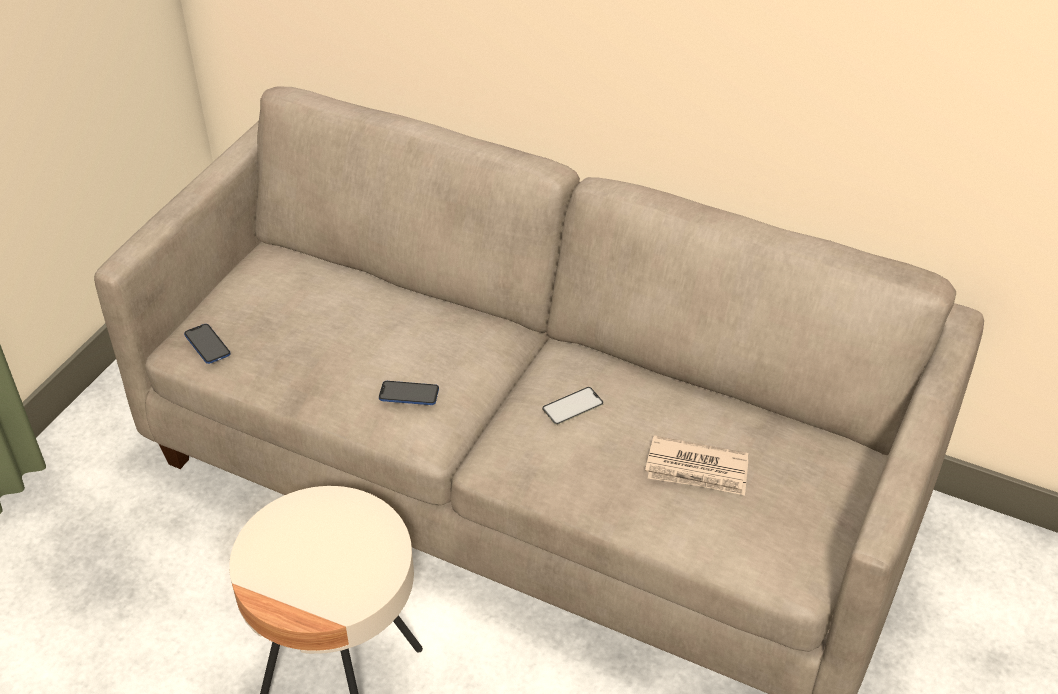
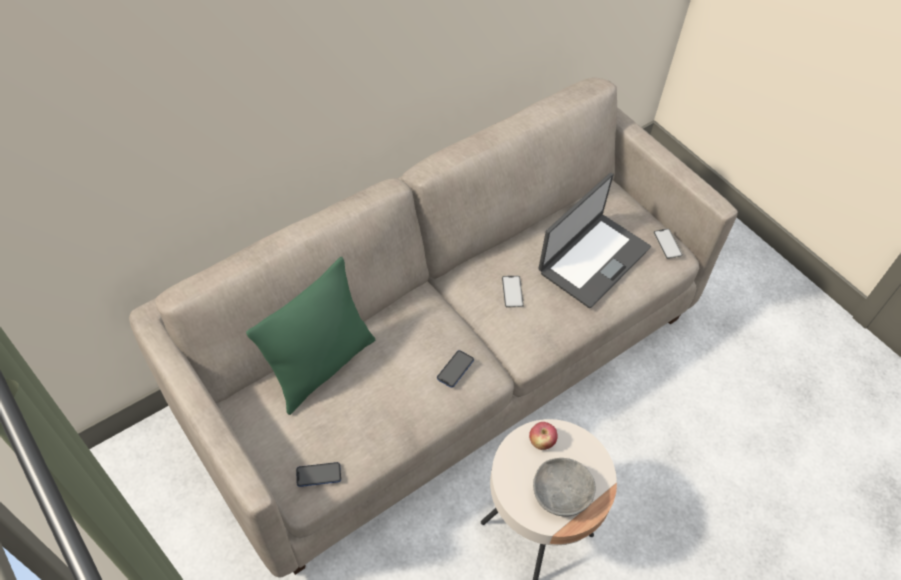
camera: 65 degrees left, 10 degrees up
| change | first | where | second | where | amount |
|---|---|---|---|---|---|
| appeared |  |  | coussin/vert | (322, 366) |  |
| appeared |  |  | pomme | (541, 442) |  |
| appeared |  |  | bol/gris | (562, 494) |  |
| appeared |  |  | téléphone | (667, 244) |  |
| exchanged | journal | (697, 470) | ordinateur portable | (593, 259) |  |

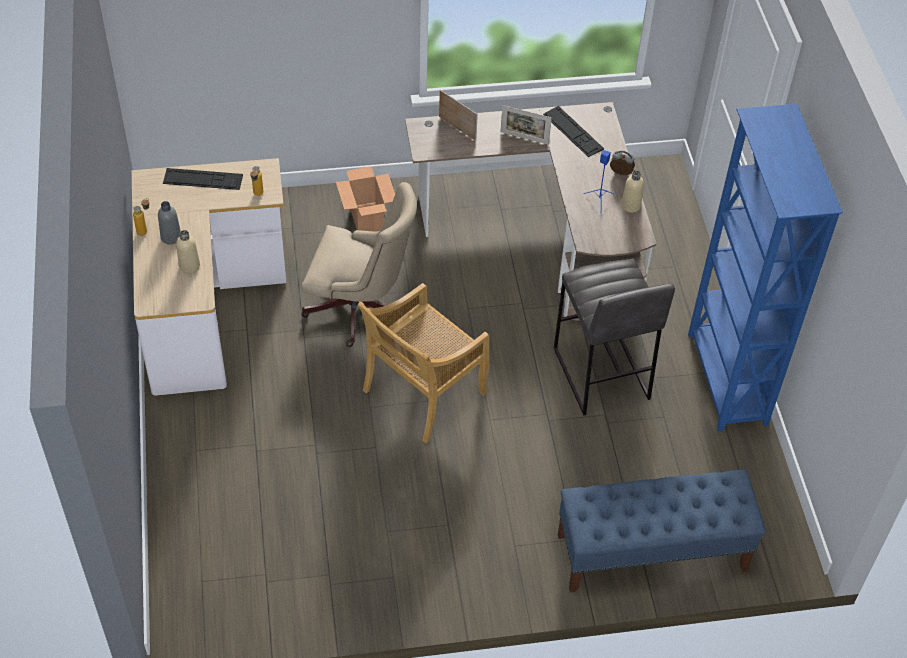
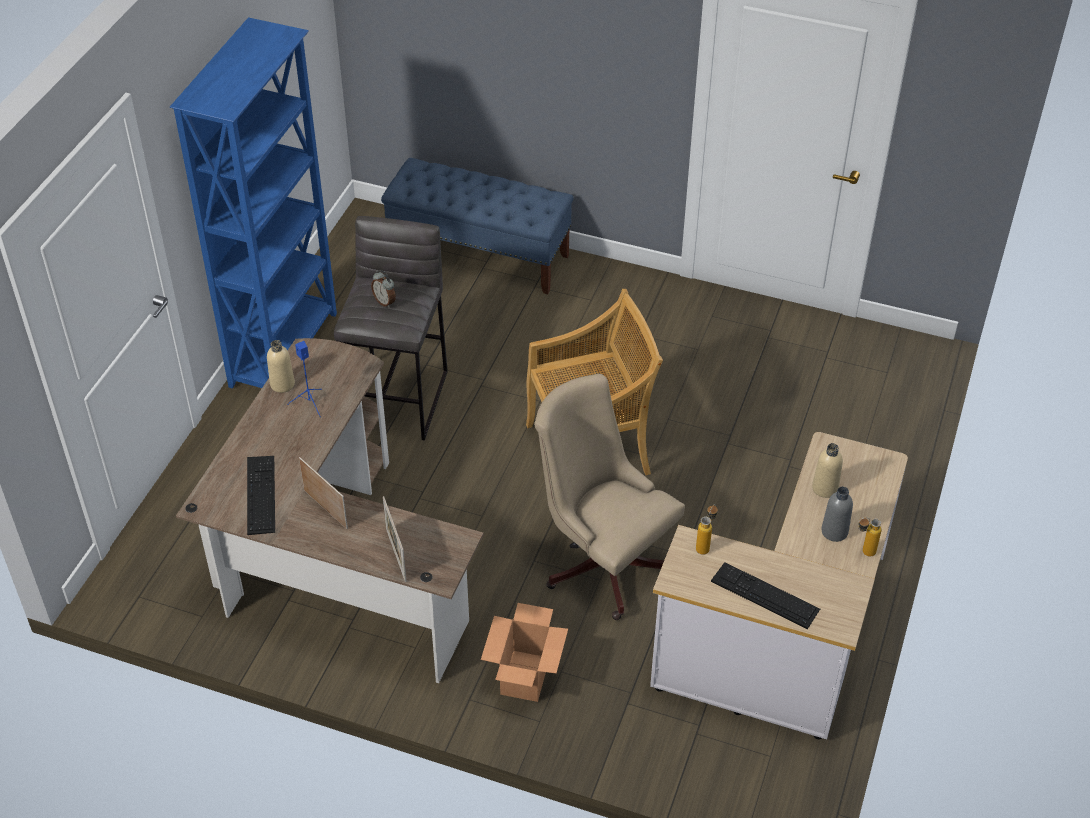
camera: 150 degrees left, 5 degrees down
| change | first | where | second | where | amount |
|---|---|---|---|---|---|
| relocated | réveil | (620, 174) |  | (385, 302) |  |

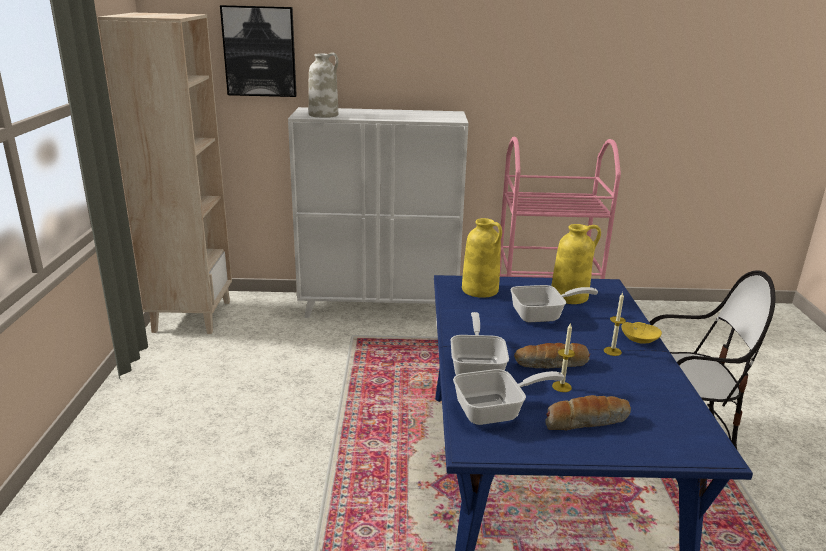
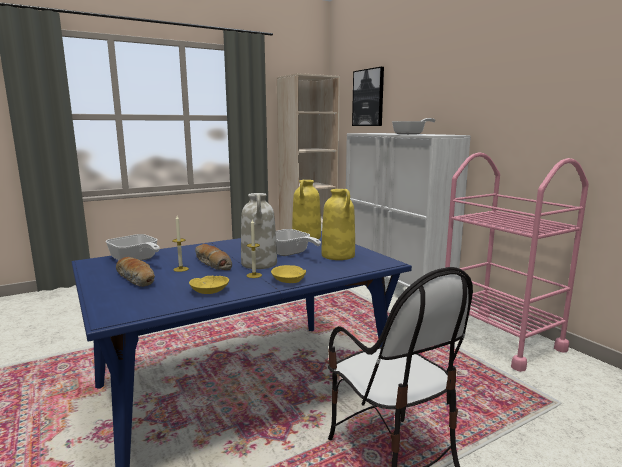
camera: 60 degrees right, 10 degrees down
| change | first | where | second | where | amount |
|---|---|---|---|---|---|
| appeared |  |  | bol/jaune | (209, 291) |  |
| relocated | vase/blanc | (324, 115) |  | (259, 264) |  |
| relocated | poêle | (477, 366) |  | (411, 134) |  |

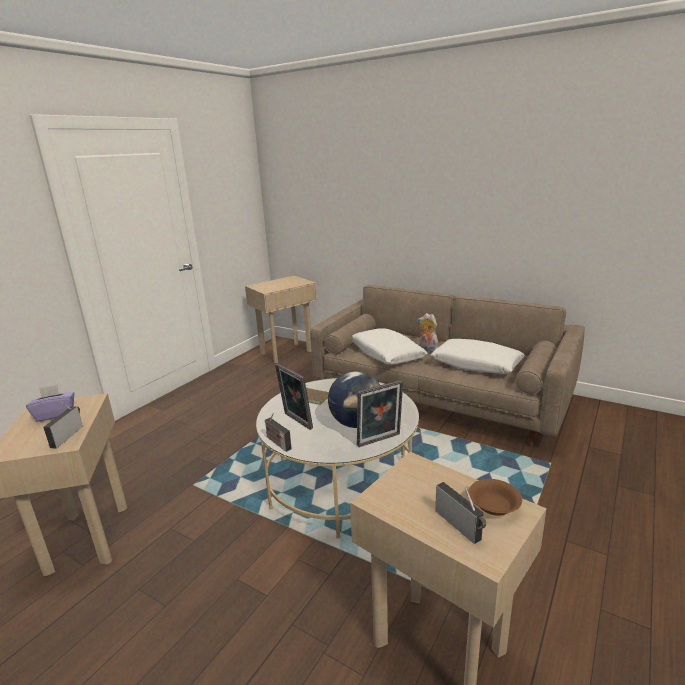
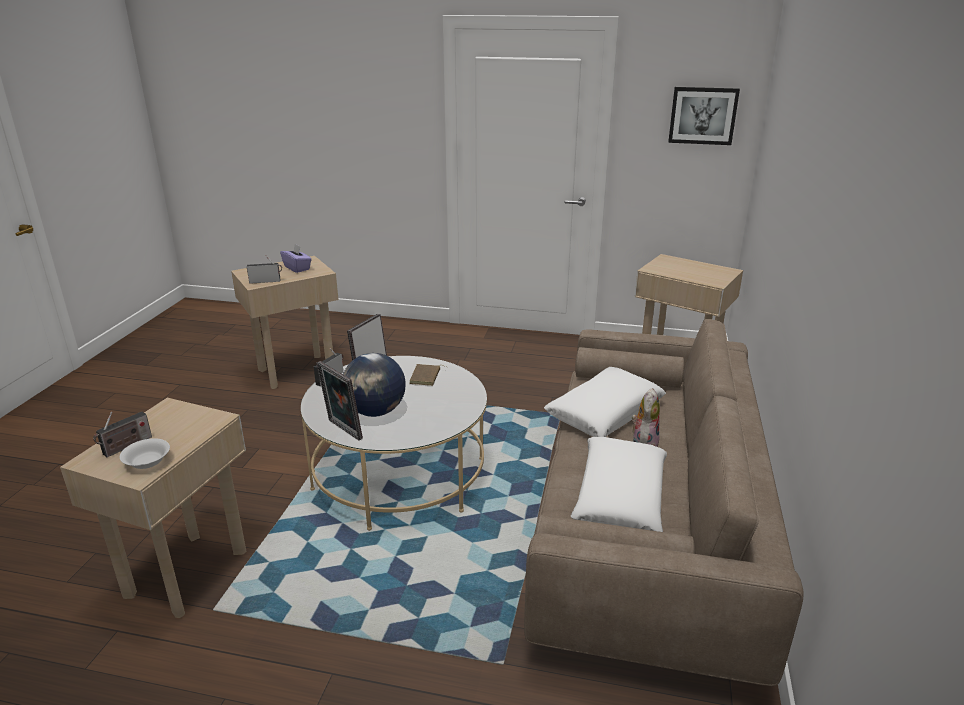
camera: 70 degrees right, 5 degrees up
| change | first | where | second | where | amount |
|---|---|---|---|---|---|
| appeared |  |  | tableau | (703, 115) |  |
| colour | bol/marron | (493, 506) | bol/blanc | (148, 462) |  |

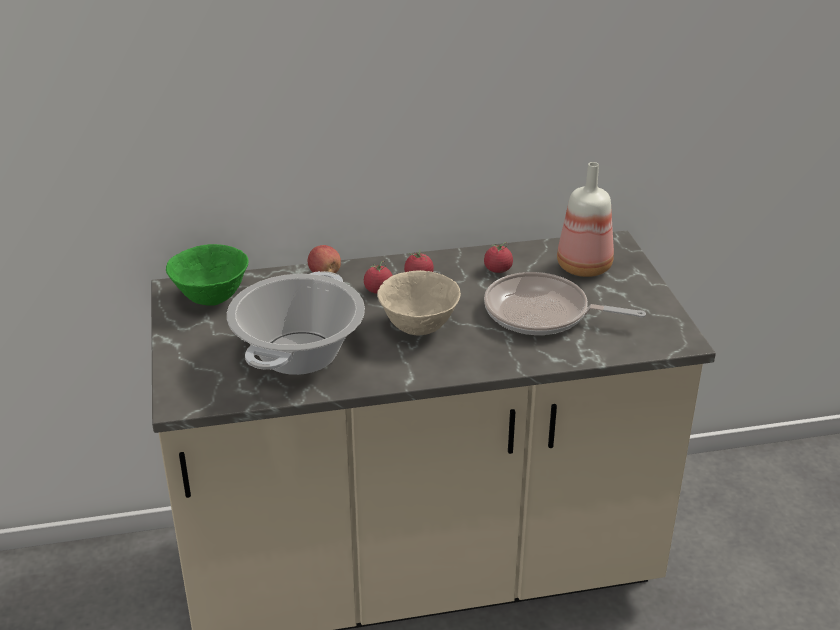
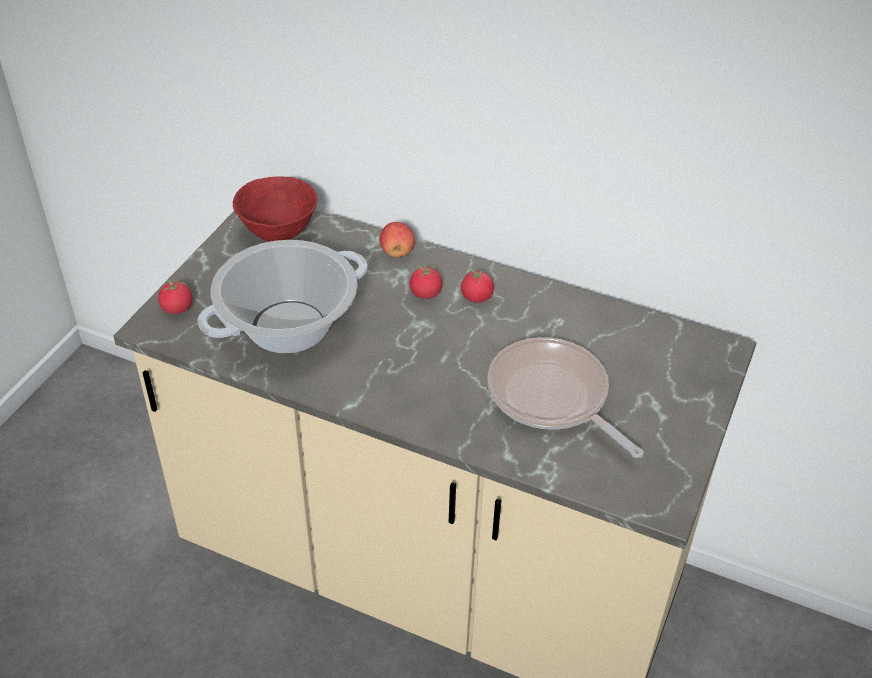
camera: 35 degrees right, 10 degrees up
| change | first | where | second | where | amount |
|---|---|---|---|---|---|
| missing | bol/beige | (419, 327) |  |  |  |
| missing | bouteille | (586, 267) |  |  |  |
| relocated | tomate | (498, 270) |  | (177, 308) |  |
| colour | bol/vert | (210, 298) | bol/rouge | (278, 232) |  |

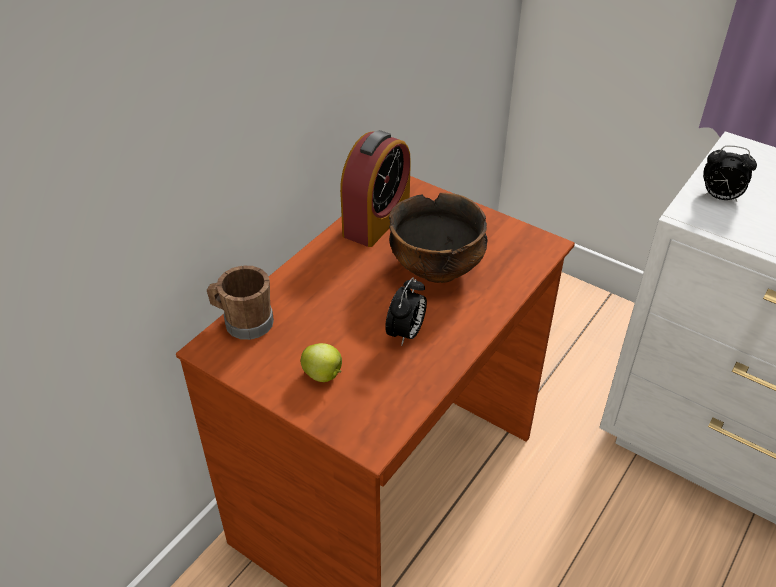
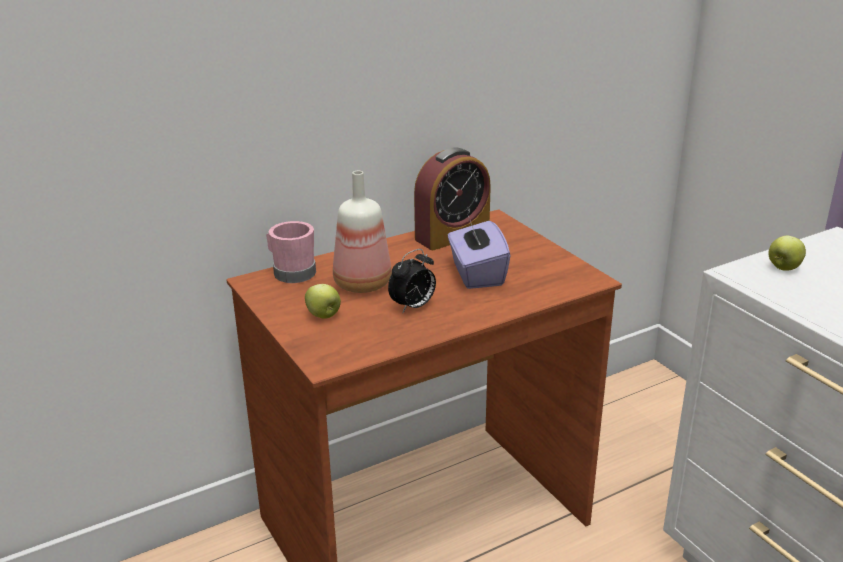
camera: 25 degrees right, 15 degrees down
| change | first | where | second | where | amount |
|---|---|---|---|---|---|
| appeared |  |  | bouteille | (360, 284) |  |
| exchanged | bol | (437, 268) | boîte à mouchoirs/violet | (476, 274) |  |
| exchanged | réveil | (719, 197) | pomme | (783, 268) |  |
| colour | mug/marron | (243, 322) | mug/rose | (291, 272) |  |

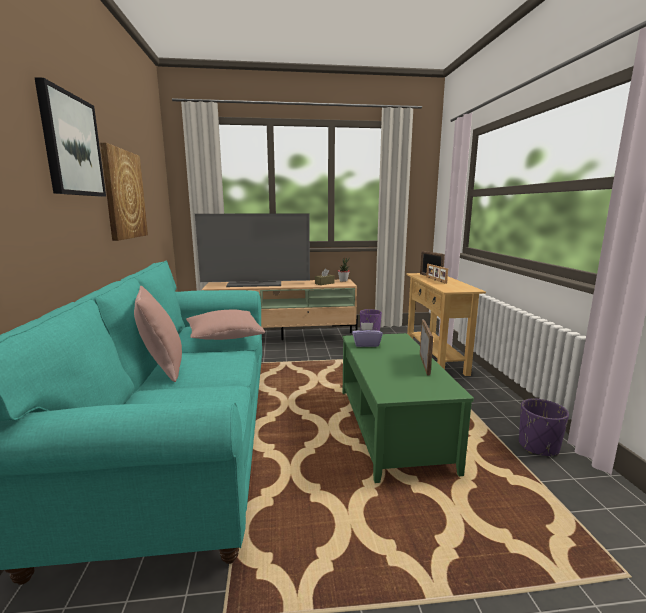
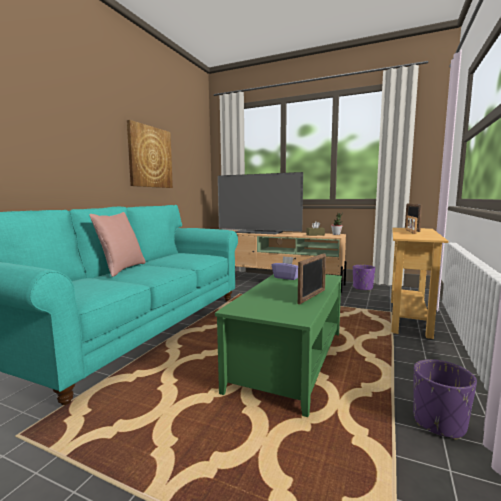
camera: 30 degrees right, 5 degrees down
| change | first | where | second | where | amount |
|---|---|---|---|---|---|
| missing | tableau | (71, 145) |  |  |  |
| missing | coussin/rose | (224, 336) |  |  |  |

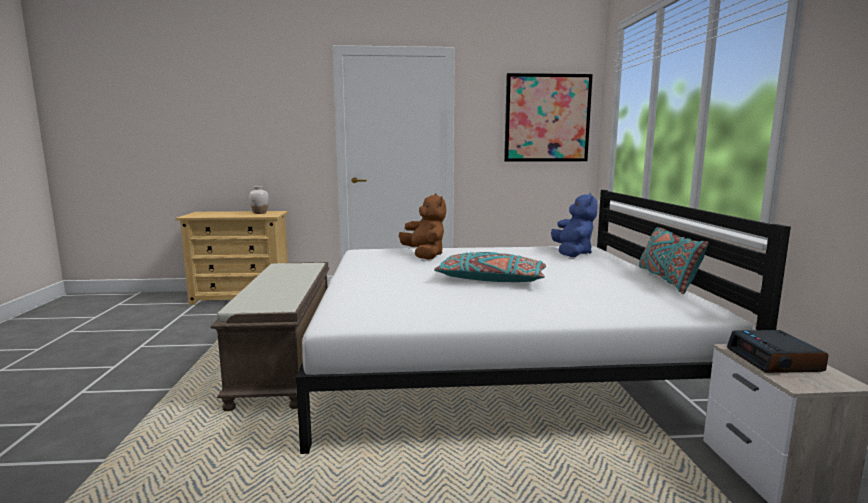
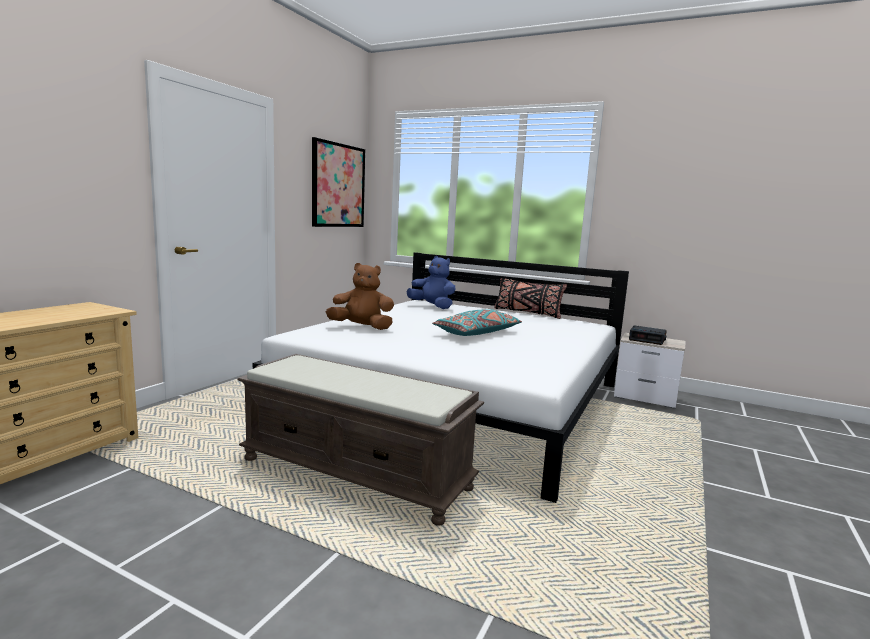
camera: 60 degrees left, 0 degrees up
| change | first | where | second | where | amount |
|---|---|---|---|---|---|
| missing | vase/blanc | (260, 213) |  |  |  |
| colour | coussin/turquoise | (667, 279) | coussin/noir | (527, 313) |  |

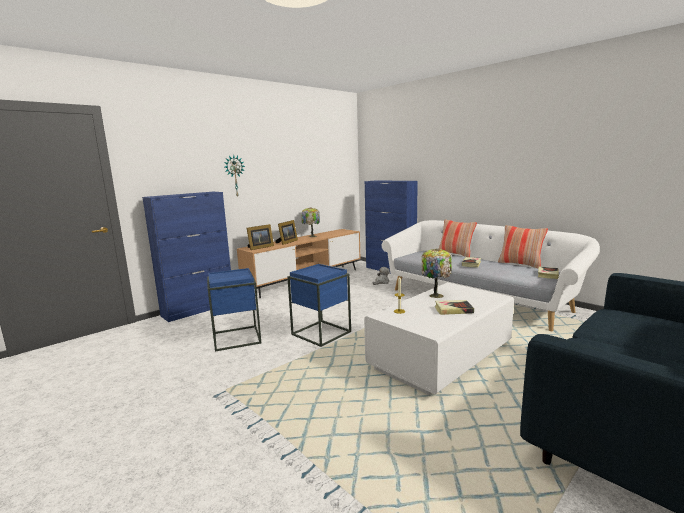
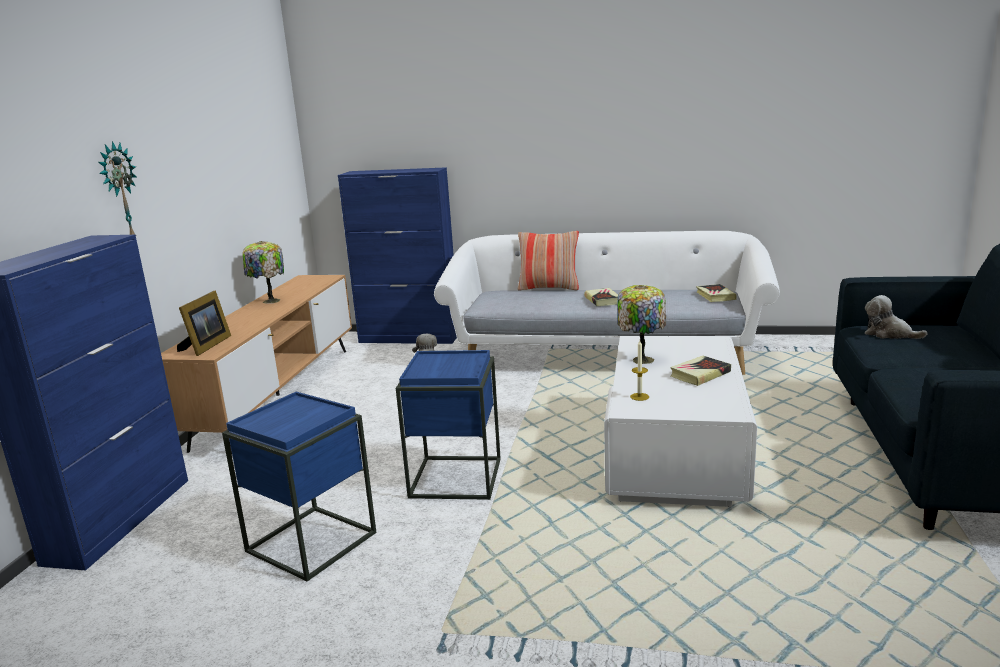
camera: 35 degrees left, 5 degrees up
| change | first | where | second | where | amount |
|---|---|---|---|---|---|
| missing | cadre photo | (287, 242) |  |  |  |
| missing | coussin | (520, 264) |  |  |  |
| appeared |  |  | peluche | (889, 334) |  |

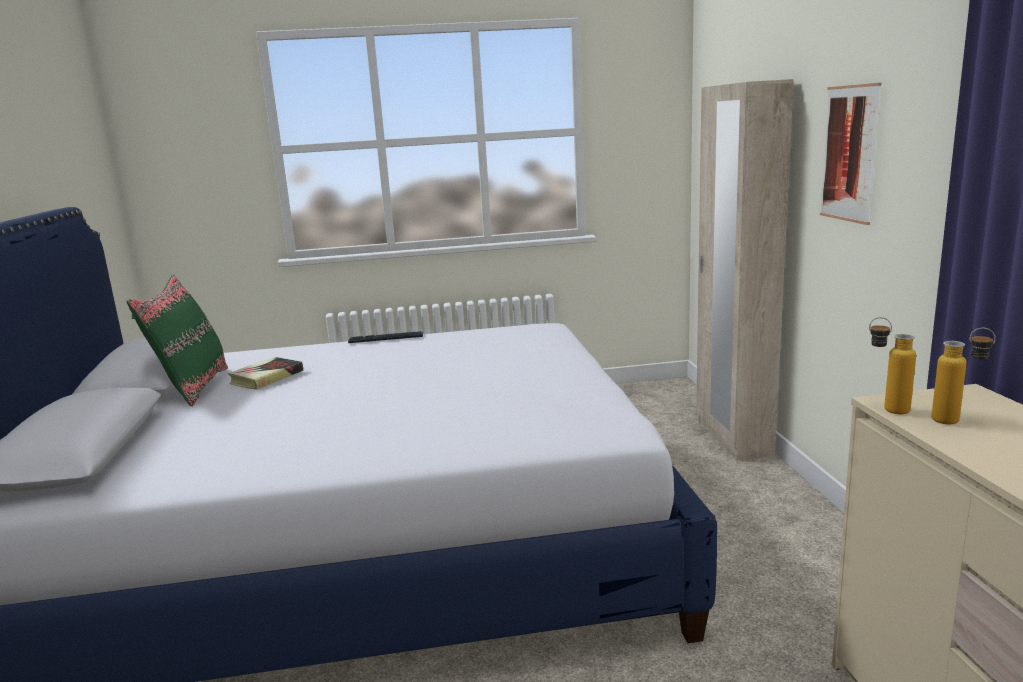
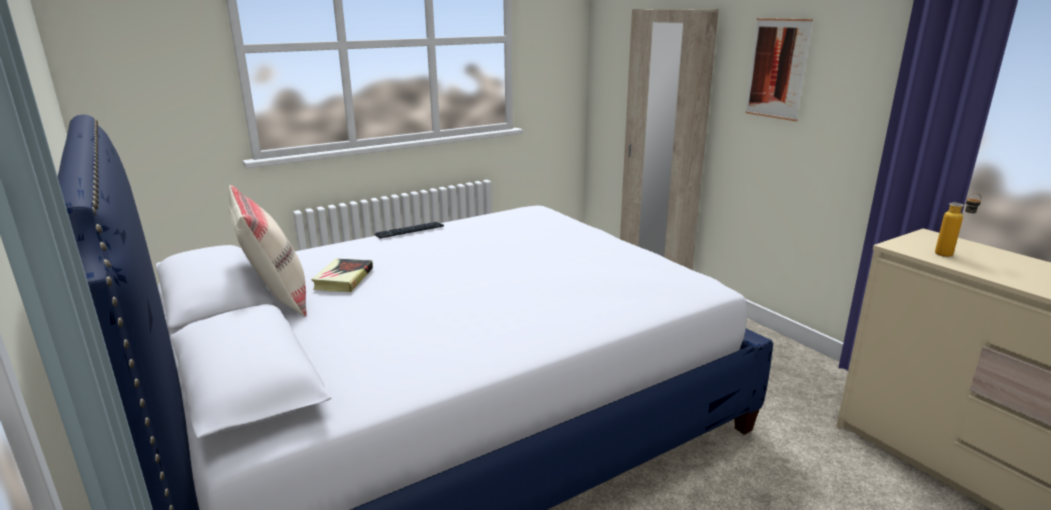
camera: 25 degrees left, 5 degrees up
| change | first | where | second | where | amount |
|---|---|---|---|---|---|
| missing | bouteille | (886, 409) |  |  |  |
| colour | coussin/vert | (192, 387) | coussin/beige | (275, 298) |  |

